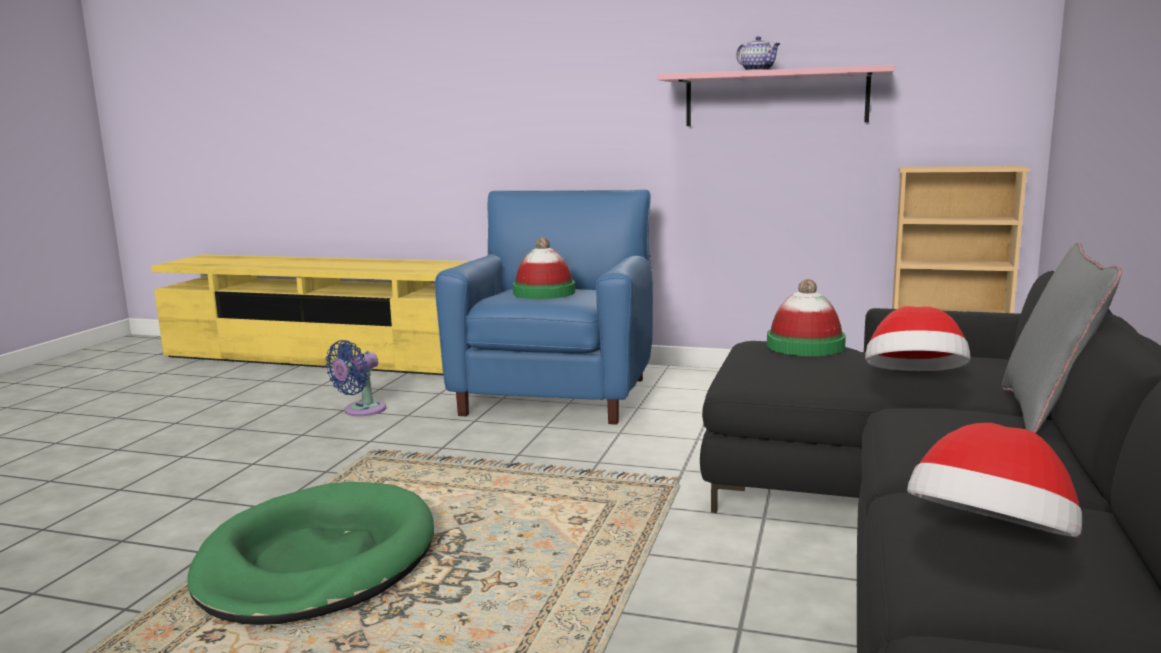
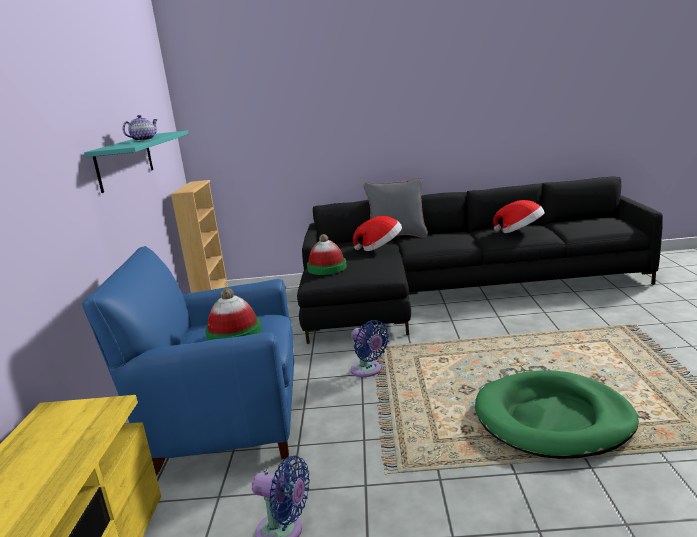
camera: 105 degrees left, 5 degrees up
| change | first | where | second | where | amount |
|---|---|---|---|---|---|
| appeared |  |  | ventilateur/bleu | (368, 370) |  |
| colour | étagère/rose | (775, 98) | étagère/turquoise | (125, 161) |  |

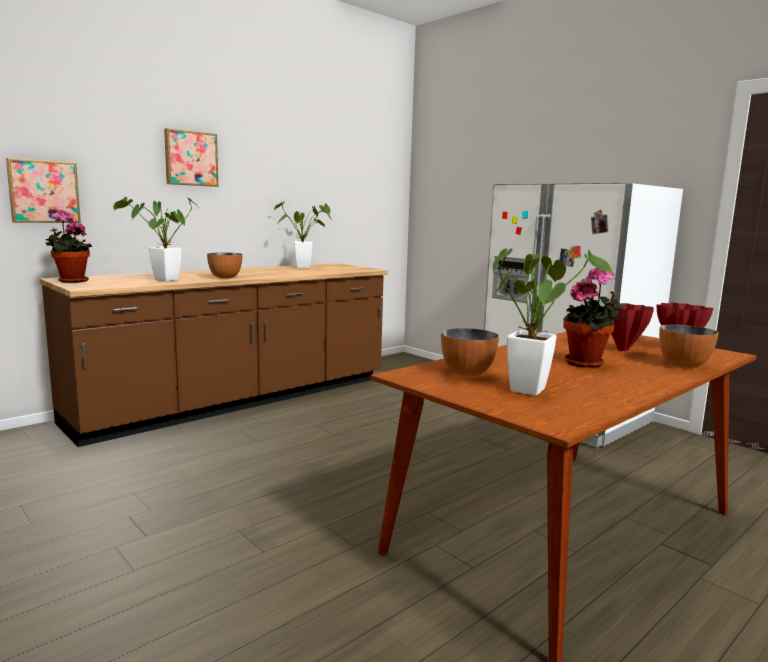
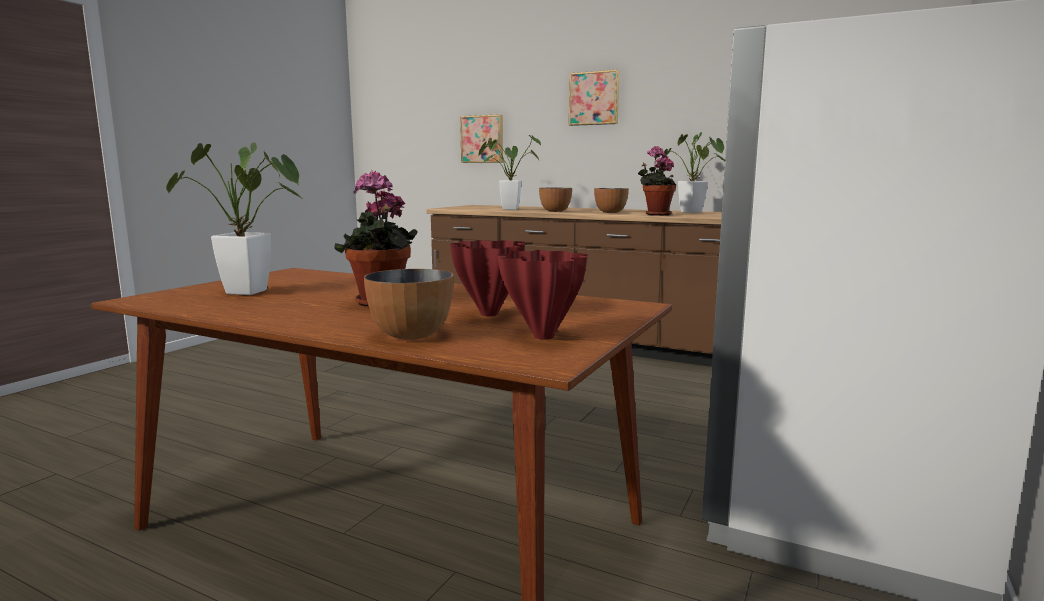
camera: 70 degrees right, 0 degrees up
| change | first | where | second | where | amount |
|---|---|---|---|---|---|
| relocated | plante en pot | (70, 281) |  | (656, 214) |  |
| relocated | bol | (467, 373) |  | (610, 212) |  |

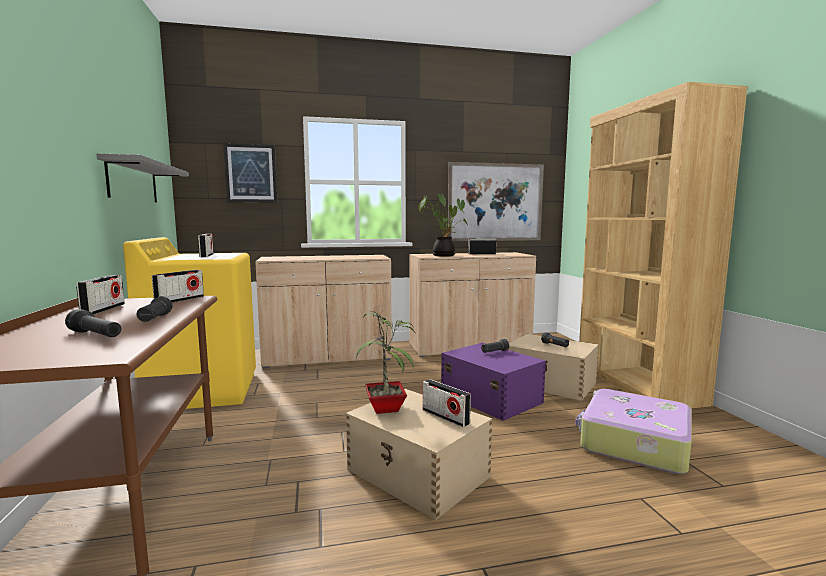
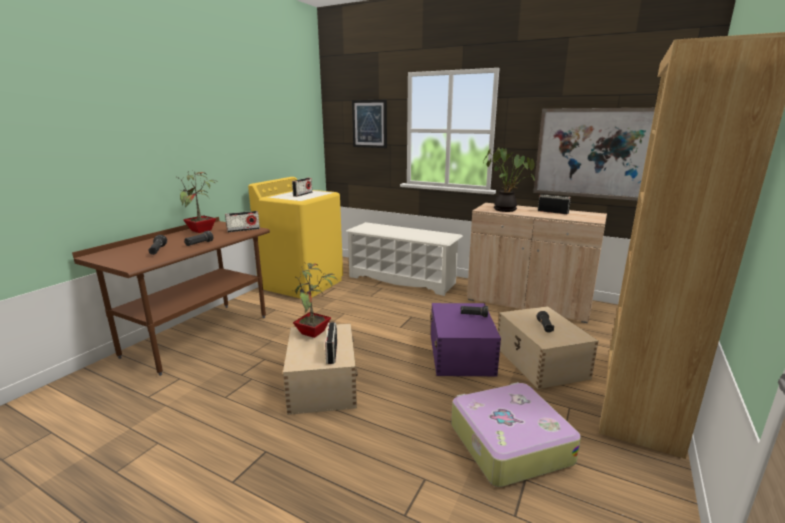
camera: 40 degrees right, 10 degrees up
| change | first | where | second | where | amount |
|---|---|---|---|---|---|
| missing | étagère/gris | (133, 182) |  |  |  |
| exchanged | radio | (103, 309) | plante en pot | (202, 231) |  |
| exchanged | meuble de rangement/beige | (327, 357) | étagère à chaussures/blanc | (402, 280) |  |

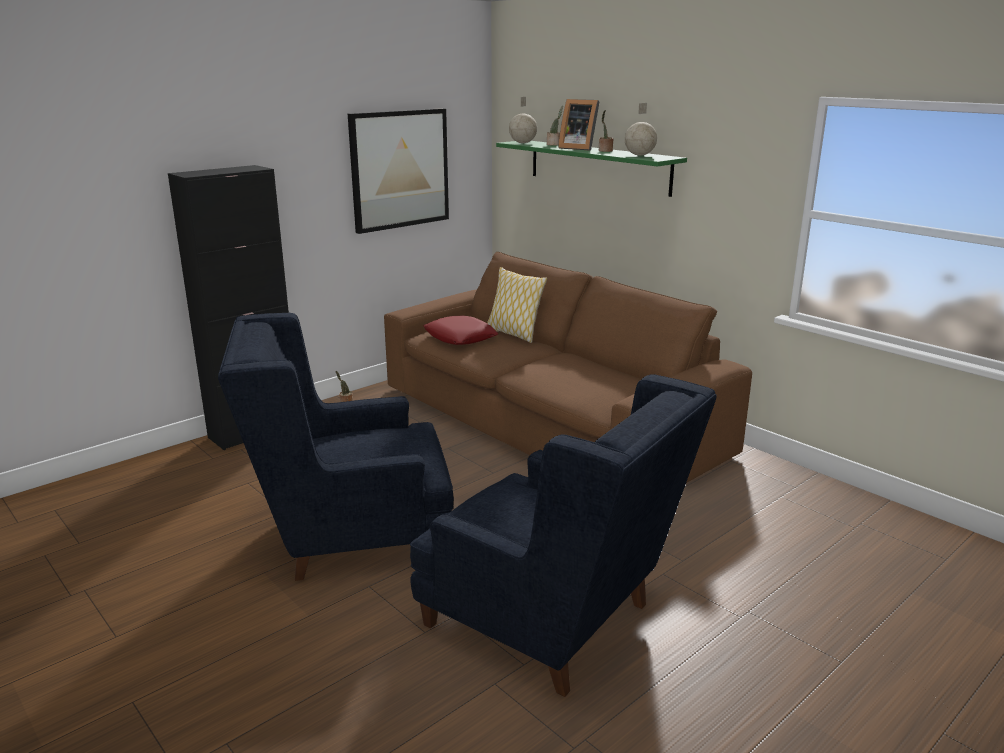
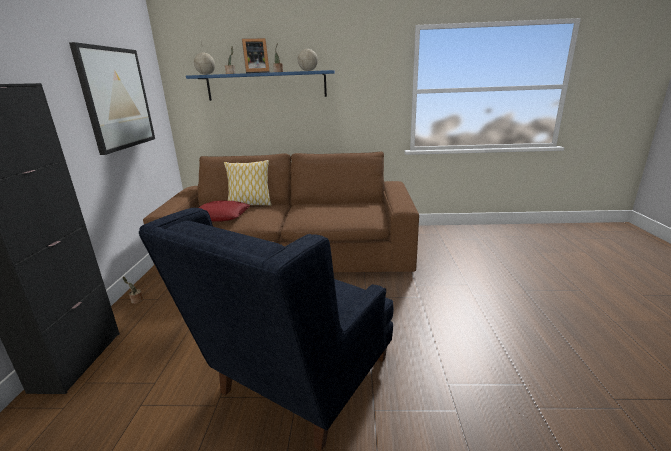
camera: 45 degrees left, 0 degrees up
| change | first | where | second | where | amount |
|---|---|---|---|---|---|
| missing | fauteuil/bleu | (553, 622) |  |  |  |
| colour | étagère/vert | (598, 166) | étagère/bleu | (266, 86) |  |

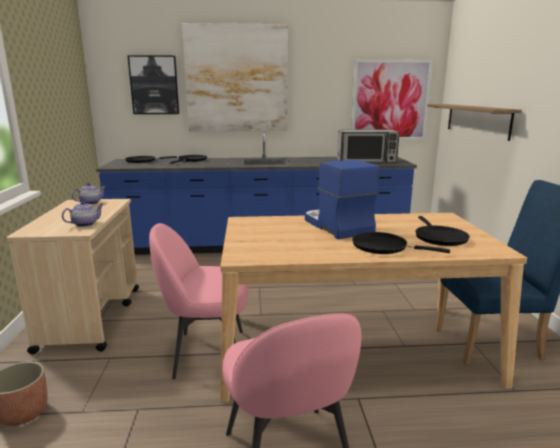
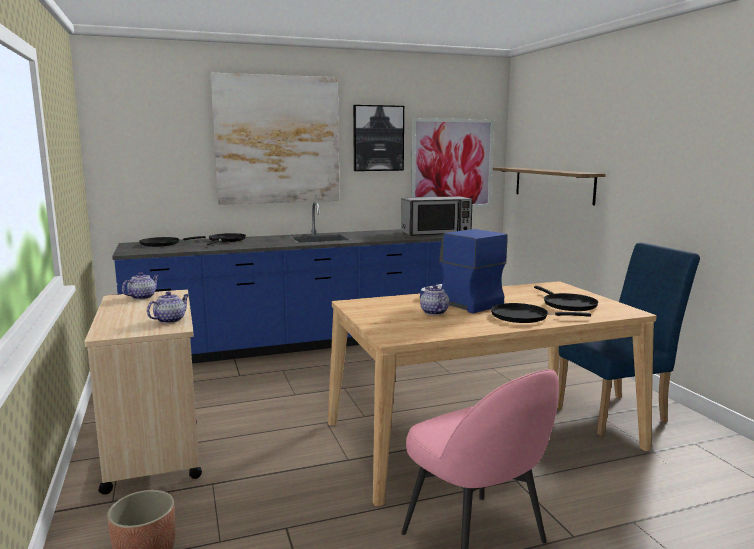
camera: 15 degrees left, 5 degrees down
| change | first | where | second | where | amount |
|---|---|---|---|---|---|
| missing | chaise/rose | (207, 353) |  |  |  |
| appeared |  |  | théière | (433, 312) |  |
| relocated | tableau | (154, 85) |  | (378, 138) |  |

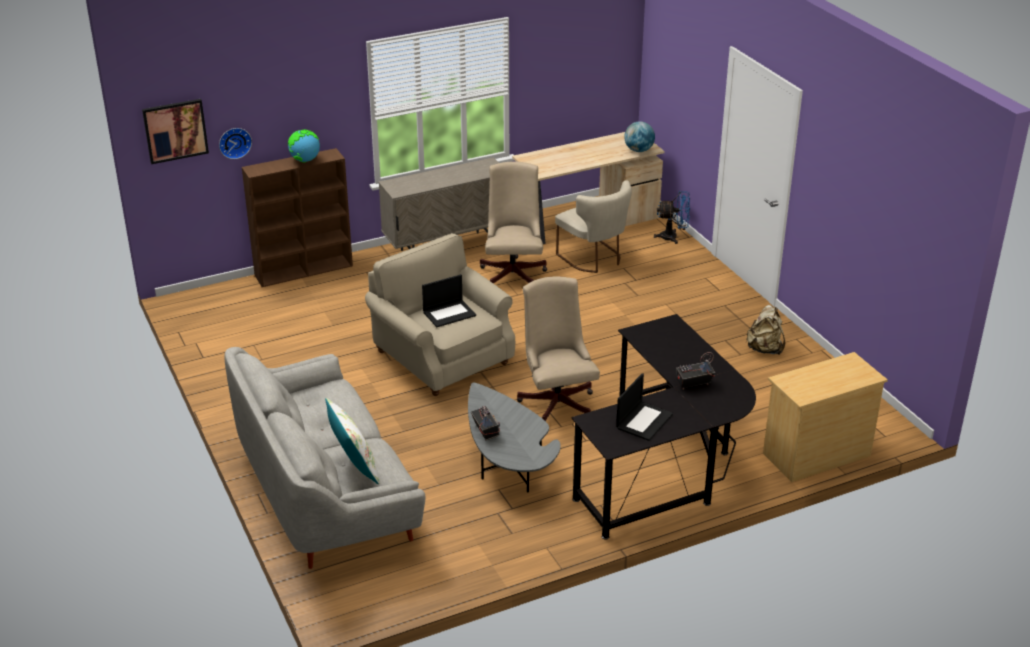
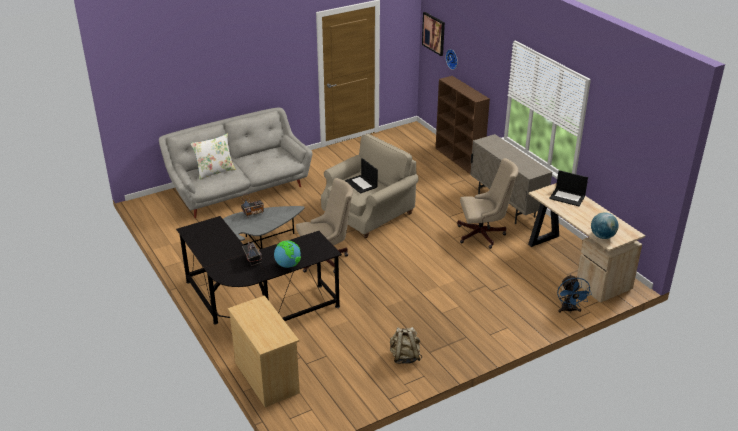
camera: 85 degrees right, 0 degrees up
| change | first | where | second | where | amount |
|---|---|---|---|---|---|
| missing | chaise/beige | (594, 259) |  |  |  |
| relocated | globe | (304, 160) |  | (288, 265) |  |
| relocated | ordinateur portable | (644, 421) |  | (567, 197) |  |

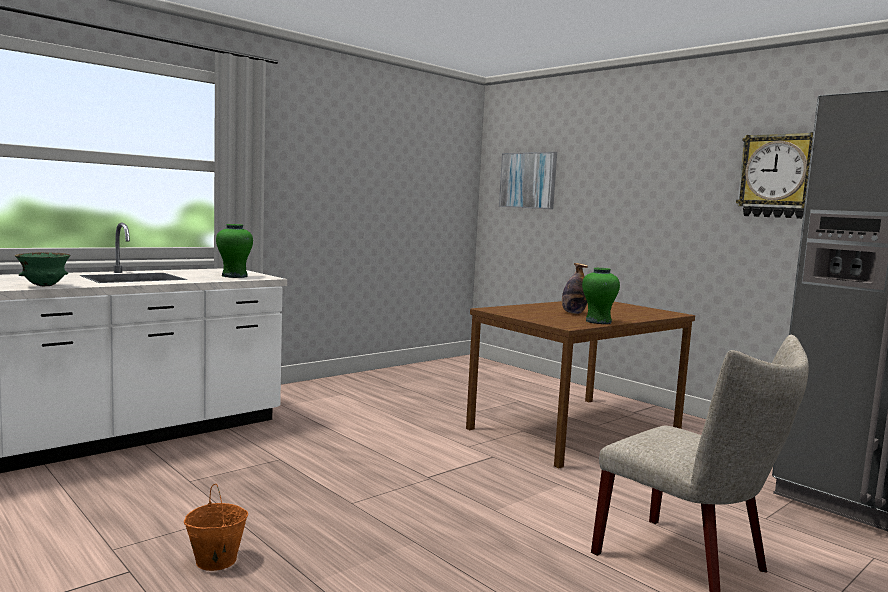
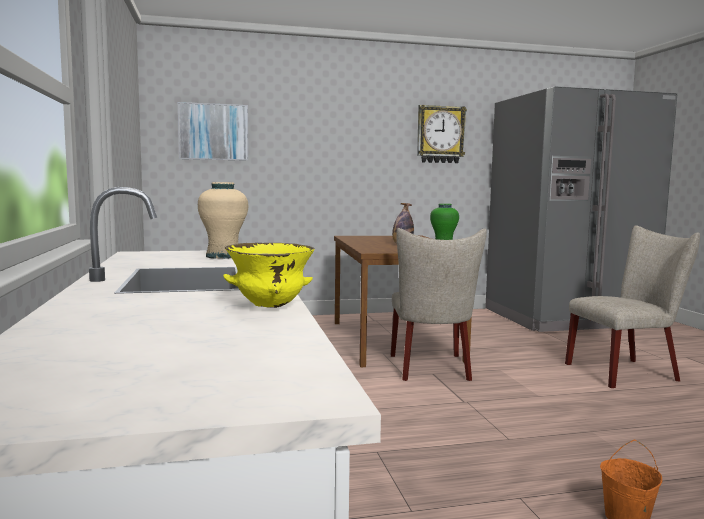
camera: 60 degrees left, 0 degrees up
| change | first | where | second | where | amount |
|---|---|---|---|---|---|
| appeared |  |  | chaise/beige | (431, 369) |  |
| colour | bol/vert | (44, 286) | bol/jaune | (269, 307) |  |
| colour | vase/vert | (234, 276) | vase/beige | (224, 256) |  |

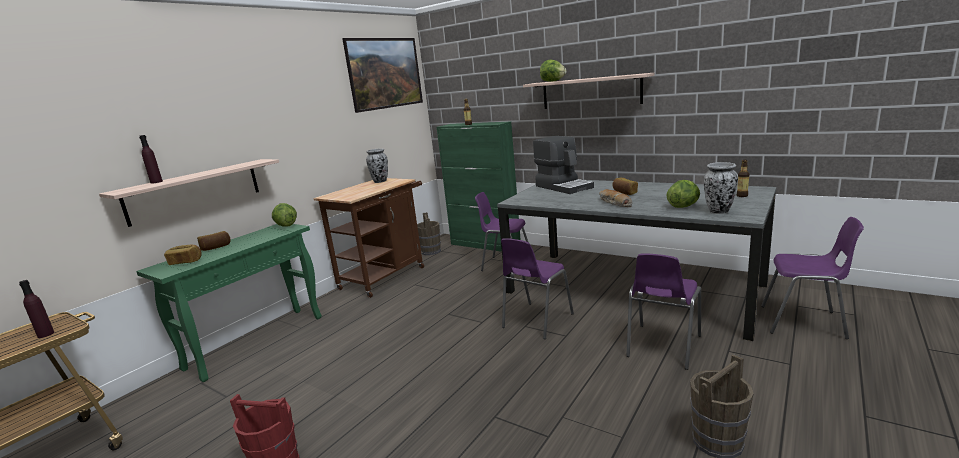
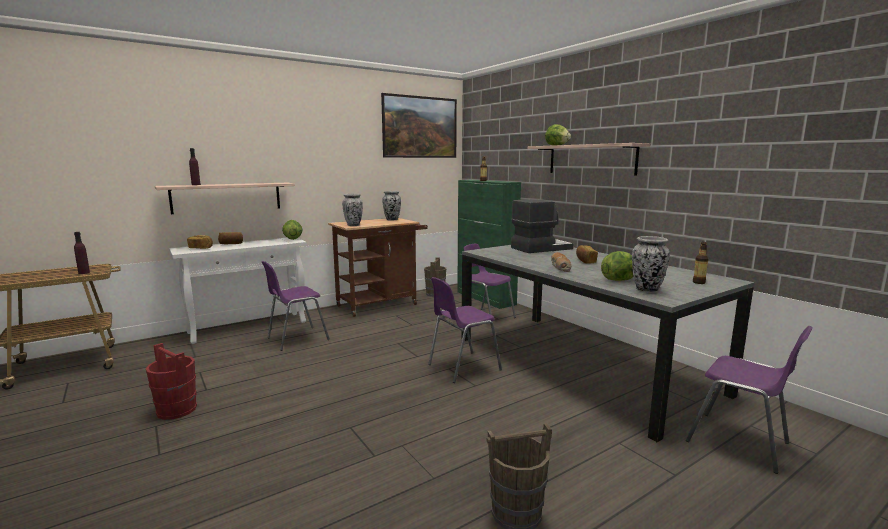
camera: 20 degrees right, 5 degrees down
| change | first | where | second | where | amount |
|---|---|---|---|---|---|
| appeared |  |  | vase | (353, 225) |  |
| relocated | chaise/violet | (662, 347) |  | (296, 339) |  |
| colour | table console/vert | (257, 341) | table console/blanc | (249, 327) |  |
| spun | machine à café | (564, 186) |  | (540, 248) | 105 degrees counterclockwise |

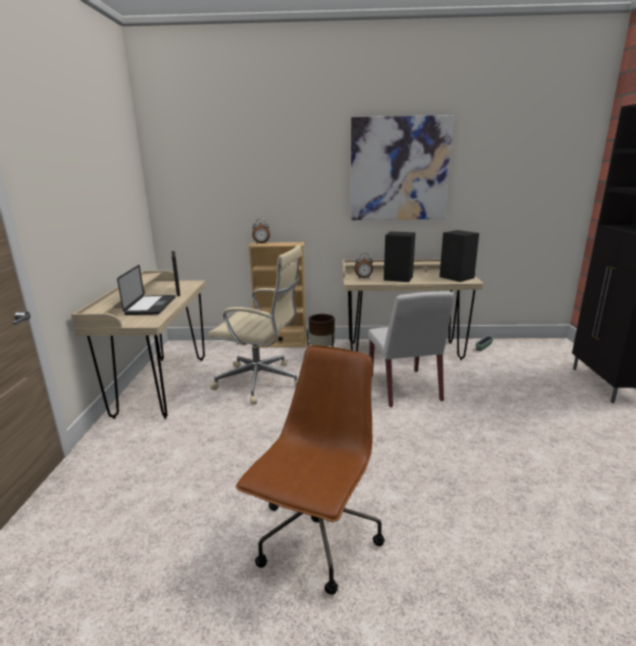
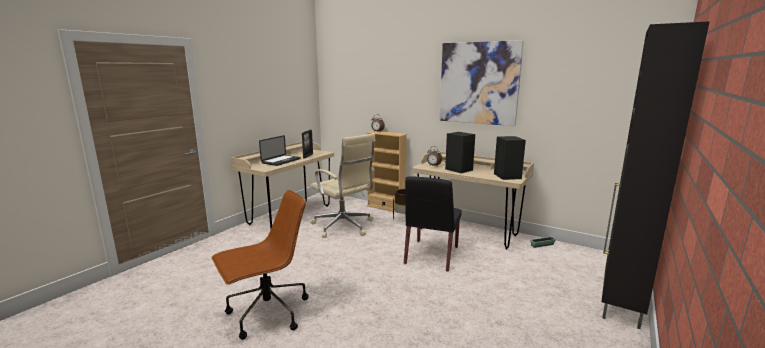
camera: 30 degrees right, 5 degrees down
| change | first | where | second | where | amount |
|---|---|---|---|---|---|
| colour | chaise/blanc | (404, 388) | chaise/noir | (431, 255) |  |

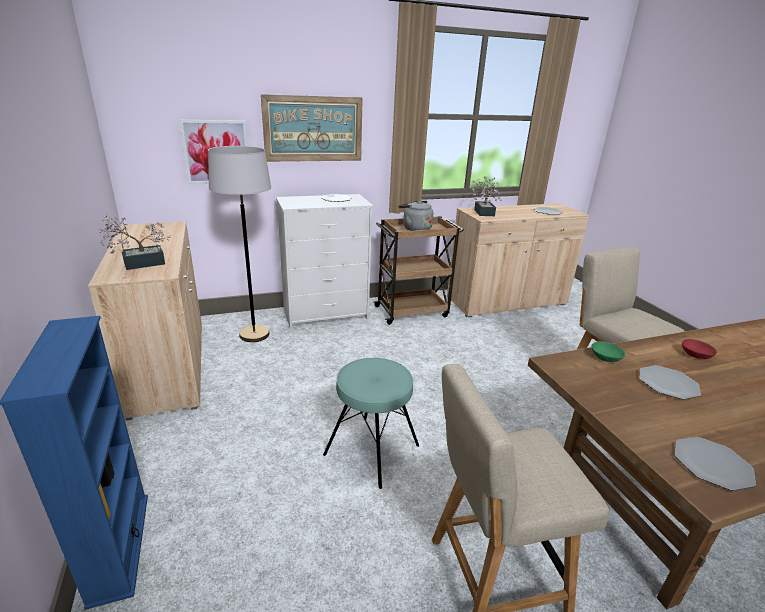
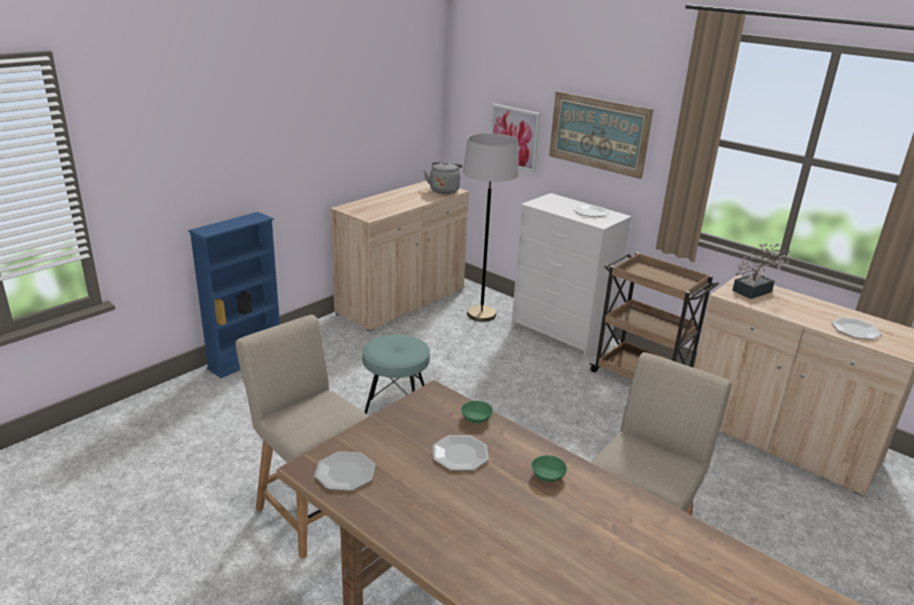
camera: 60 degrees right, 0 degrees up
| change | first | where | second | where | amount |
|---|---|---|---|---|---|
| missing | plante en pot | (139, 263) |  |  |  |
| relocated | bouilloire/gris | (415, 228) |  | (444, 190) |  |
| colour | bol/rouge | (697, 354) | bol/vert | (548, 476) |  |

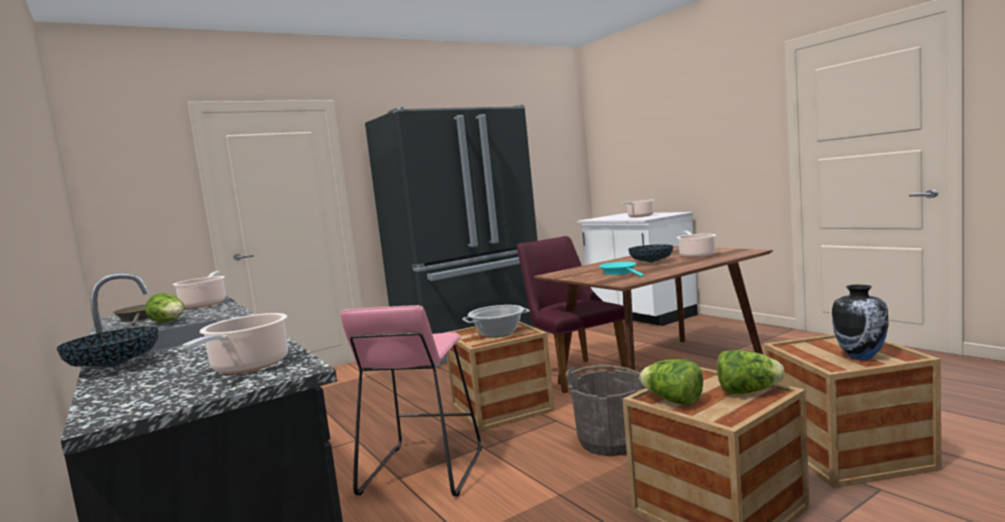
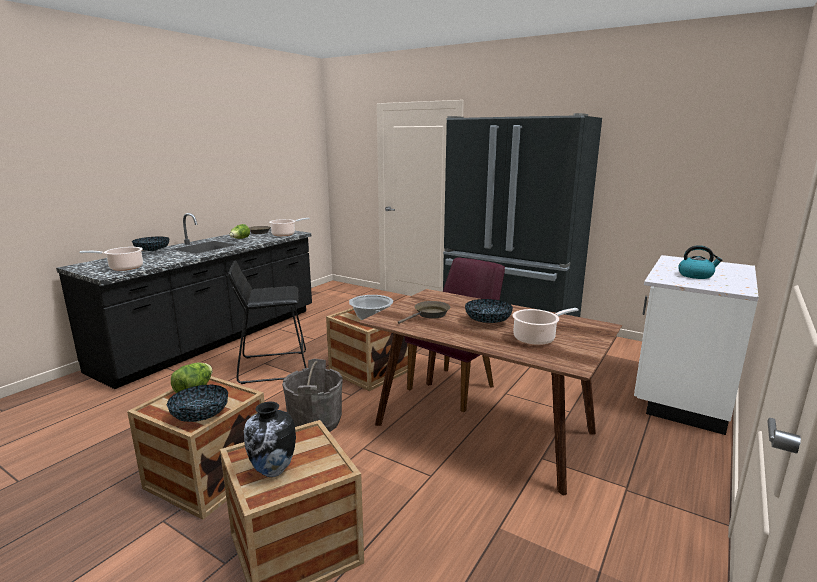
camera: 65 degrees right, 10 degrees up
| change | first | where | second | where | amount |
|---|---|---|---|---|---|
| exchanged | marmite | (639, 216) | bouilloire | (696, 275) |  |
| exchanged | laitue | (748, 392) | bol | (200, 416) |  |
| colour | tabouret/rose | (422, 470) | tabouret/noir | (273, 367) |  |
| colour | poêle/turquoise | (620, 273) | poêle/marron | (429, 315) |  |

